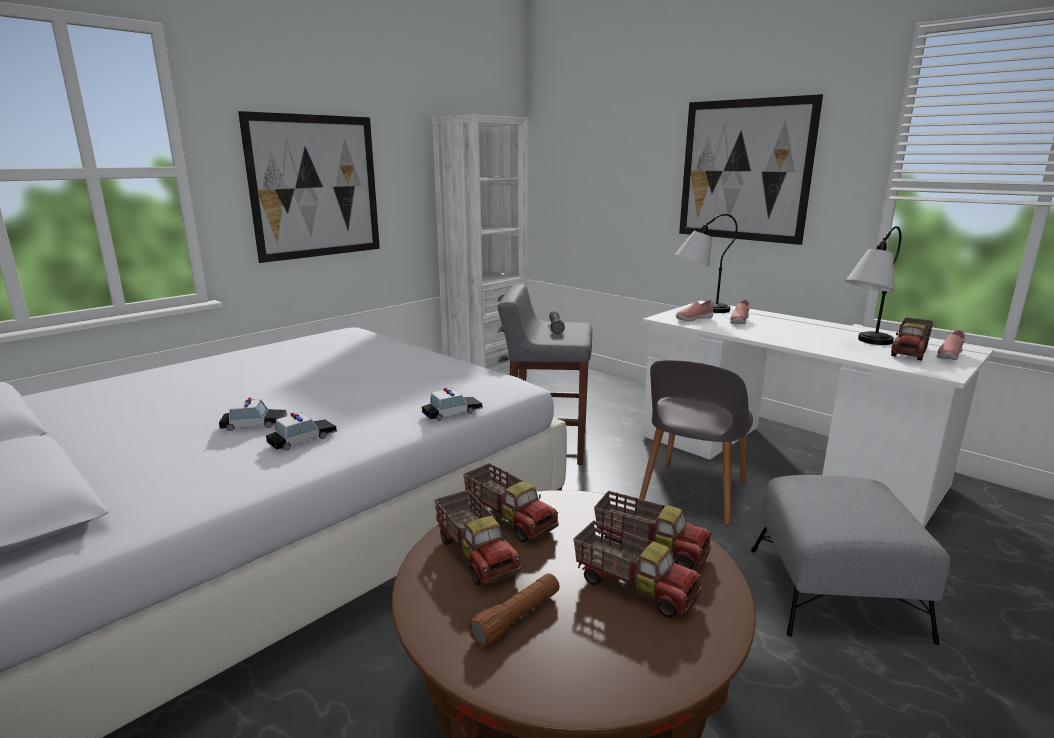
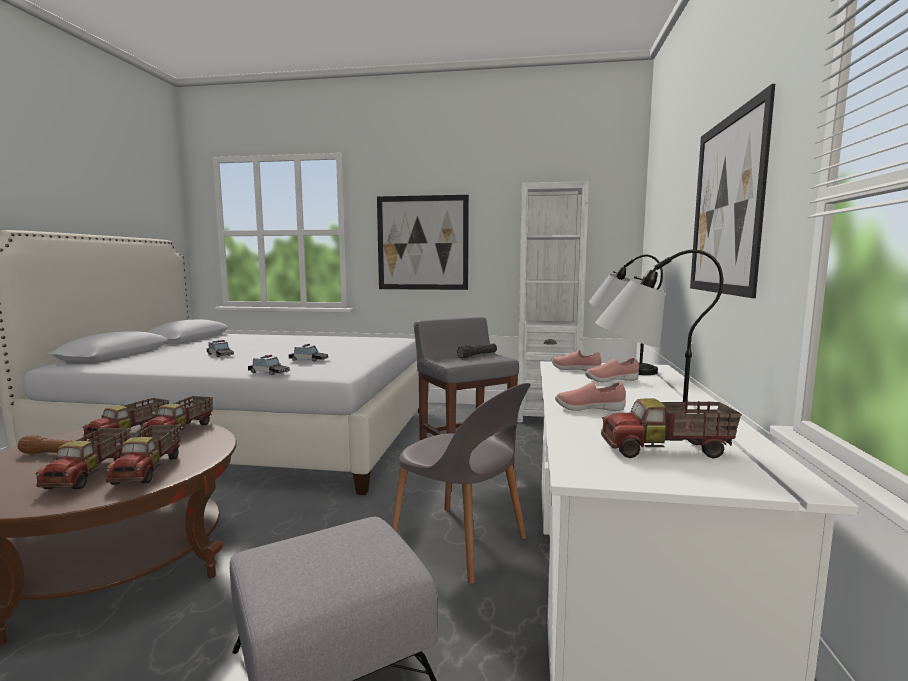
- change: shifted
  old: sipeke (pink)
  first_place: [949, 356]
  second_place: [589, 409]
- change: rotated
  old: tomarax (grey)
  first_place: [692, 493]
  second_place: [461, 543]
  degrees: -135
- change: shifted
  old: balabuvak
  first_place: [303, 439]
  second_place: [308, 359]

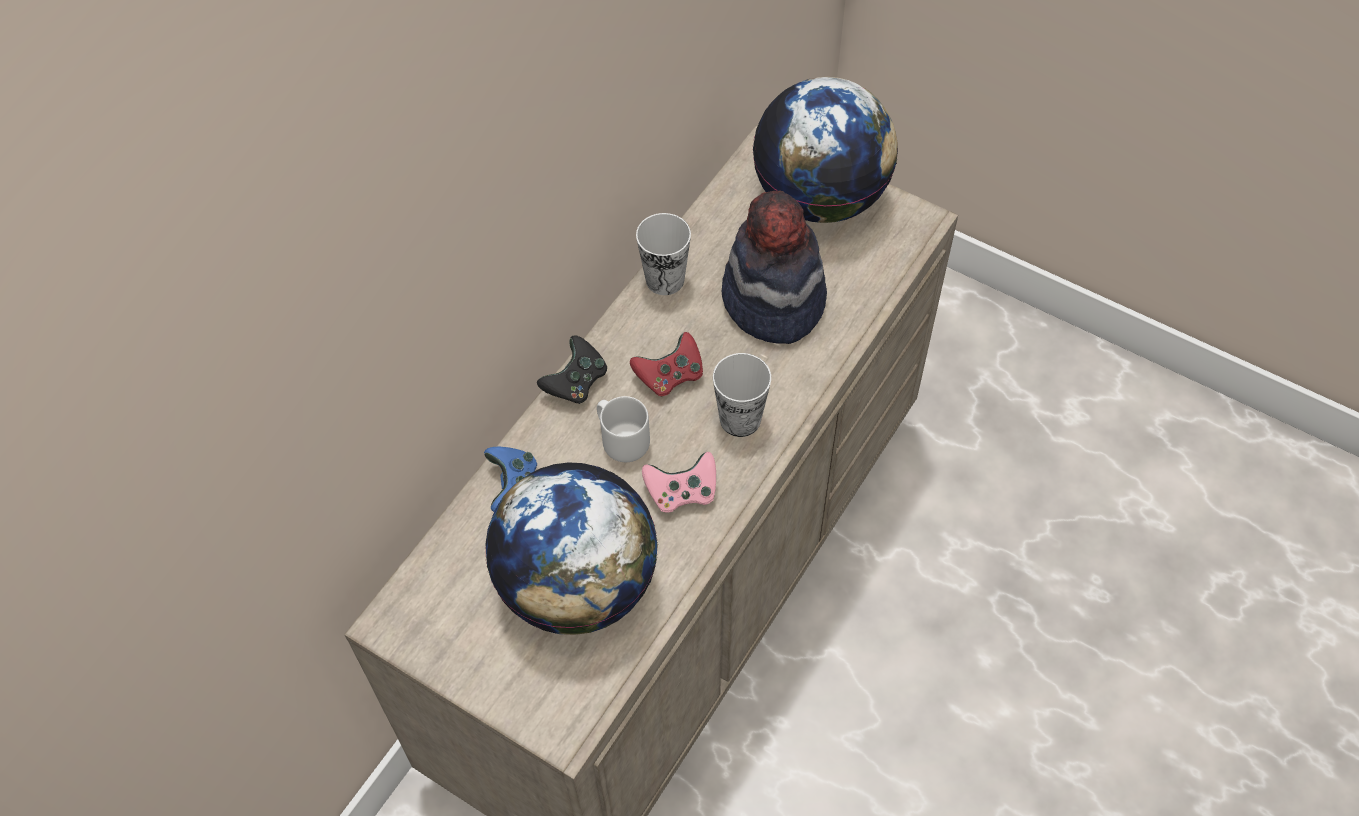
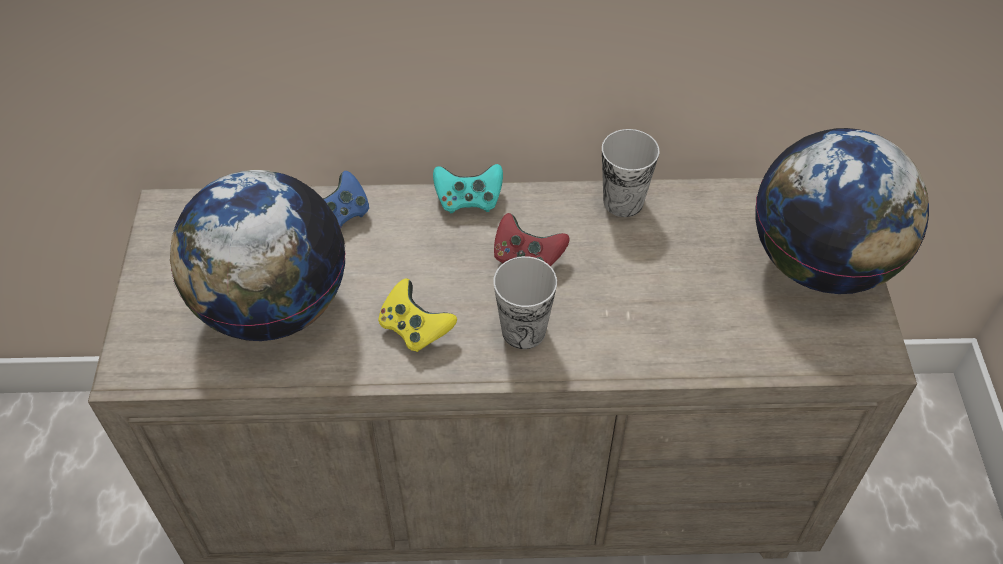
- change: gone
  old: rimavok
  first_place: [772, 301]
- change: repainted
  old: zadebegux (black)
  new: zadebegux (turquoise)
  first_place: [576, 383]
  second_place: [468, 200]
- change: gone
  old: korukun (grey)
  first_place: [621, 439]
- change: repainted
  old: zadebegux (pink)
  new: zadebegux (yellow)
  first_place: [682, 492]
  second_place: [415, 328]

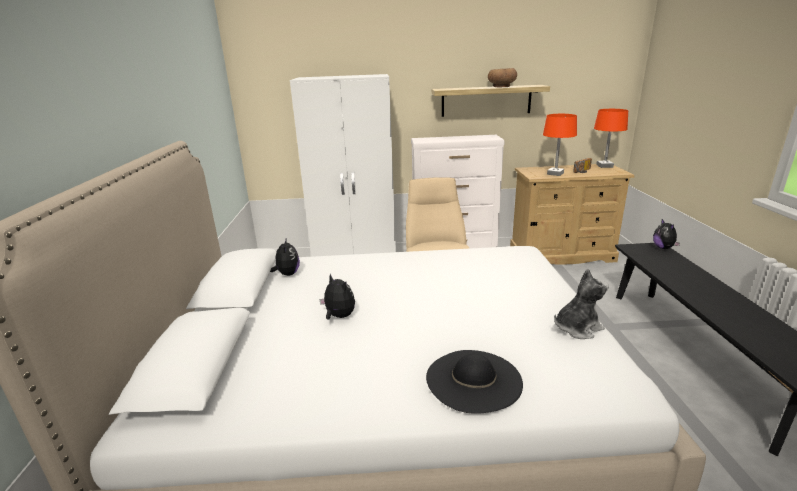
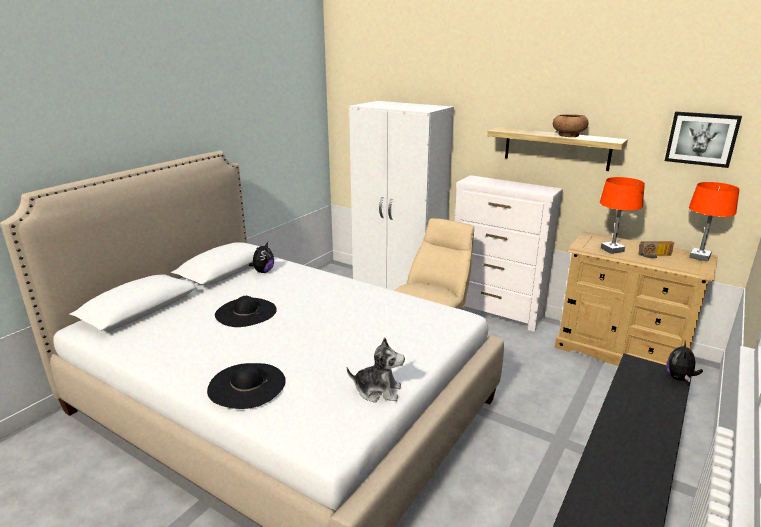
- change: swapped
  old: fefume
  new: rimavok (black)
  first_place: [339, 316]
  second_place: [245, 312]
- change: new
  new: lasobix
  second_place: [701, 139]

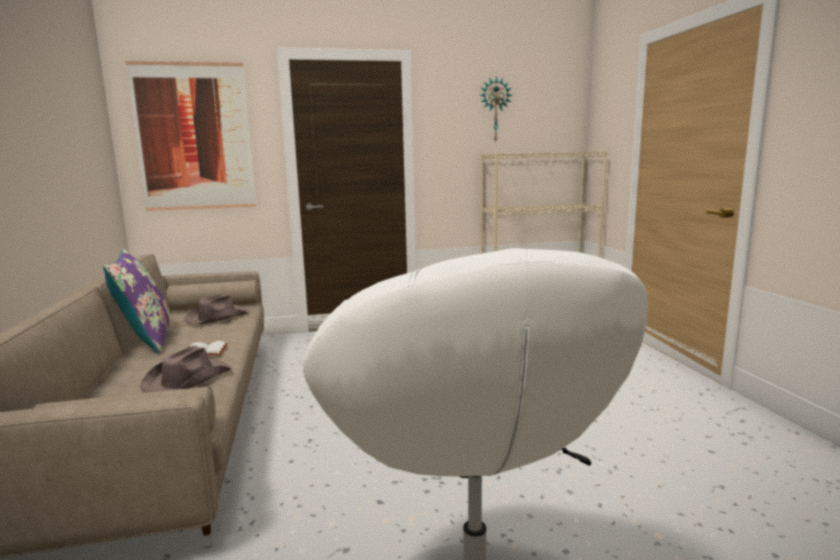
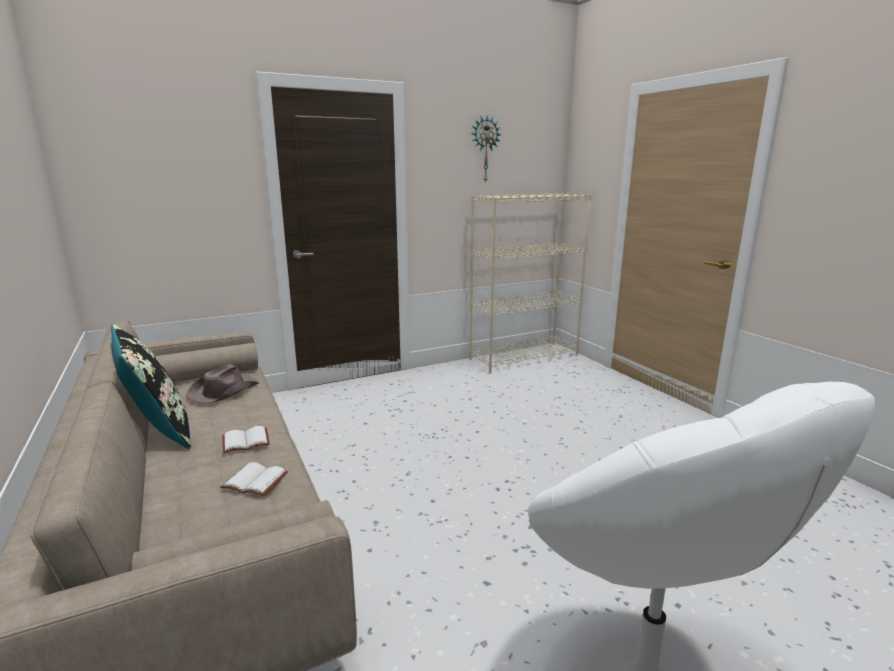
- change: gone
  old: lasobix
  first_place: [194, 137]
- change: repainted
  old: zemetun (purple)
  new: zemetun (black)
  first_place: [146, 341]
  second_place: [158, 431]
- change: swapped
  old: rimavok (brown)
  new: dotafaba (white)
  first_place: [187, 379]
  second_place: [253, 482]

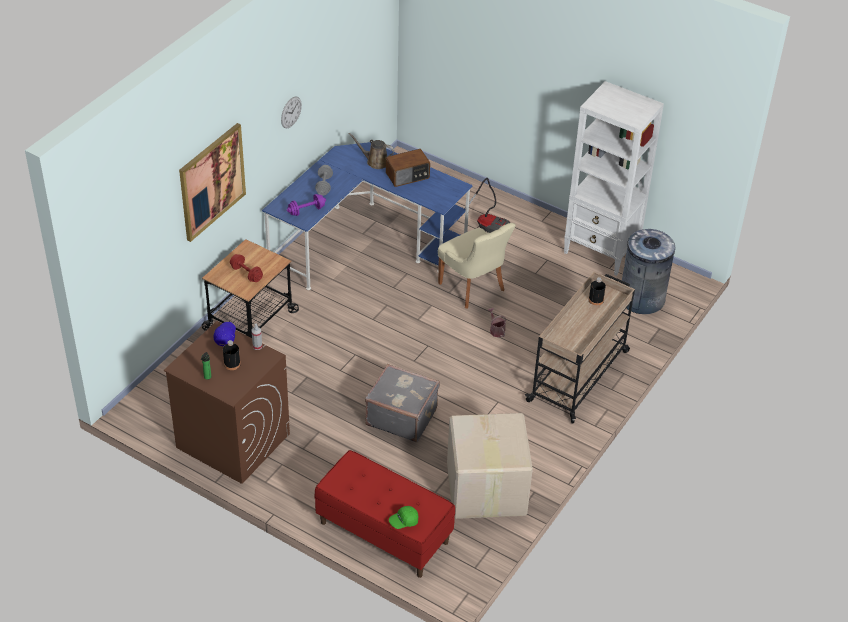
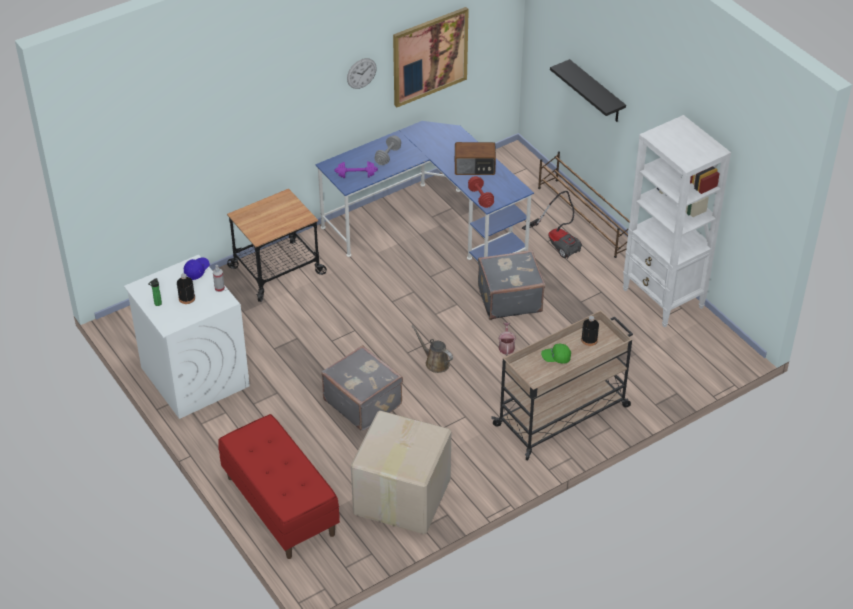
- change: shifted
  old: lasobix
  first_place: [212, 181]
  second_place: [429, 56]
- change: shifted
  old: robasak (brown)
  first_place: [375, 161]
  second_place: [435, 362]
- change: swapped
  old: tomarax (beige)
  new: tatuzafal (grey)
  first_place: [473, 288]
  second_place: [509, 299]
- change: gone
  old: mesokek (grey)
  first_place: [641, 299]
- change: shifted
  old: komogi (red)
  first_place: [246, 274]
  second_place: [480, 198]
- change: repainted
  old: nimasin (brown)
  new: nimasin (white)
  first_place: [232, 440]
  second_place: [194, 376]
- change: shifted
  old: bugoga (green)
  first_place: [403, 521]
  second_place: [556, 358]
- change: new
  new: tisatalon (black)
  second_place: [596, 92]
- change: new
  new: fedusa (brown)
  second_place: [585, 218]

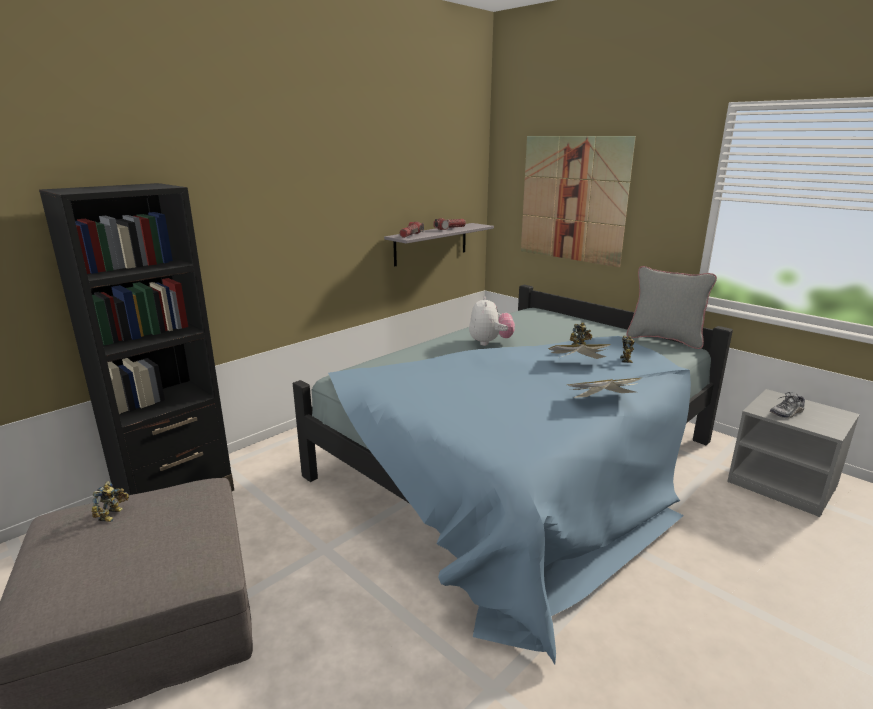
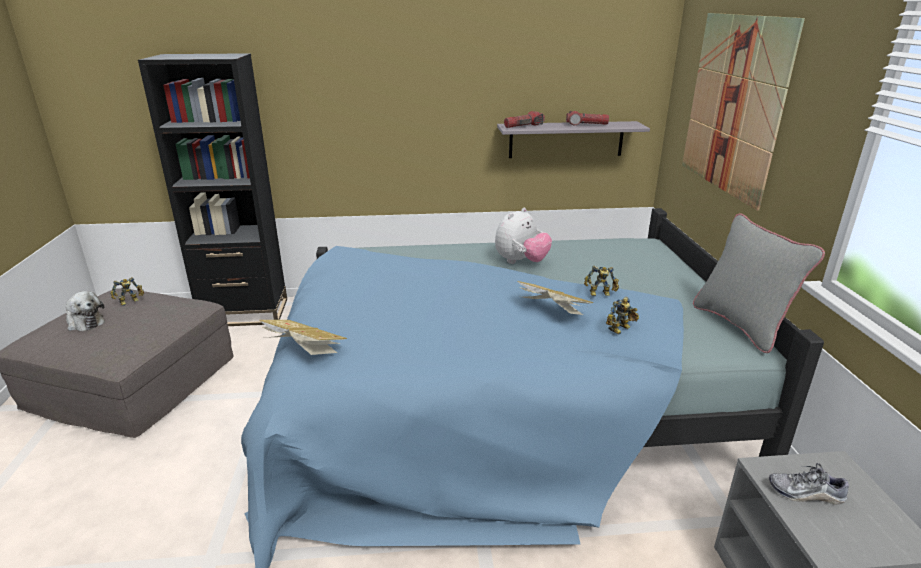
- change: shifted
  old: dotafaba
  first_place: [602, 400]
  second_place: [304, 350]
- change: new
  new: fefume
  second_place: [84, 322]

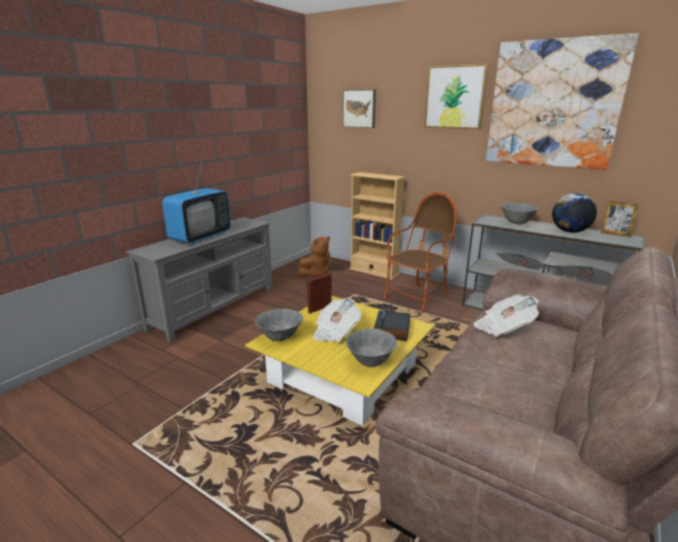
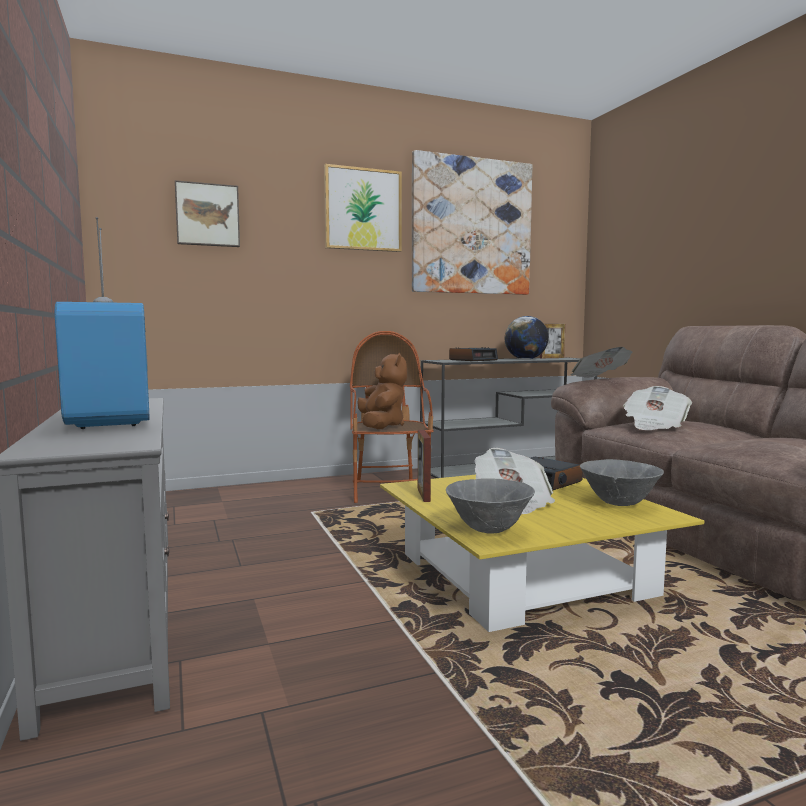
- change: gone
  old: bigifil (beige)
  first_place: [374, 271]
- change: swapped
  old: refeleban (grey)
  new: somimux
  first_place: [516, 223]
  second_place: [473, 360]
- change: shifted
  old: fefume (brown)
  first_place: [316, 274]
  second_place: [381, 426]
- change: gone
  old: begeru
  first_place: [581, 286]

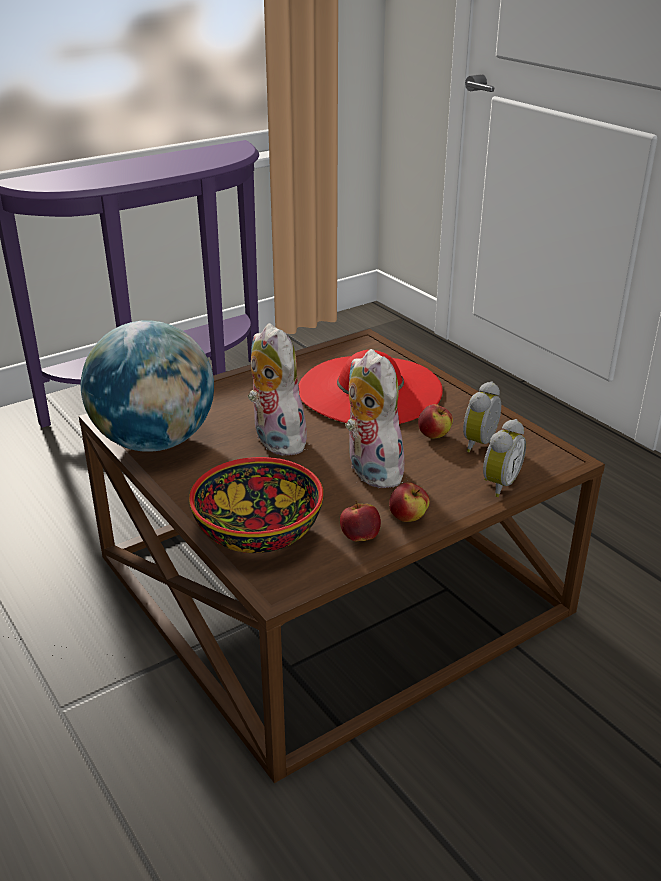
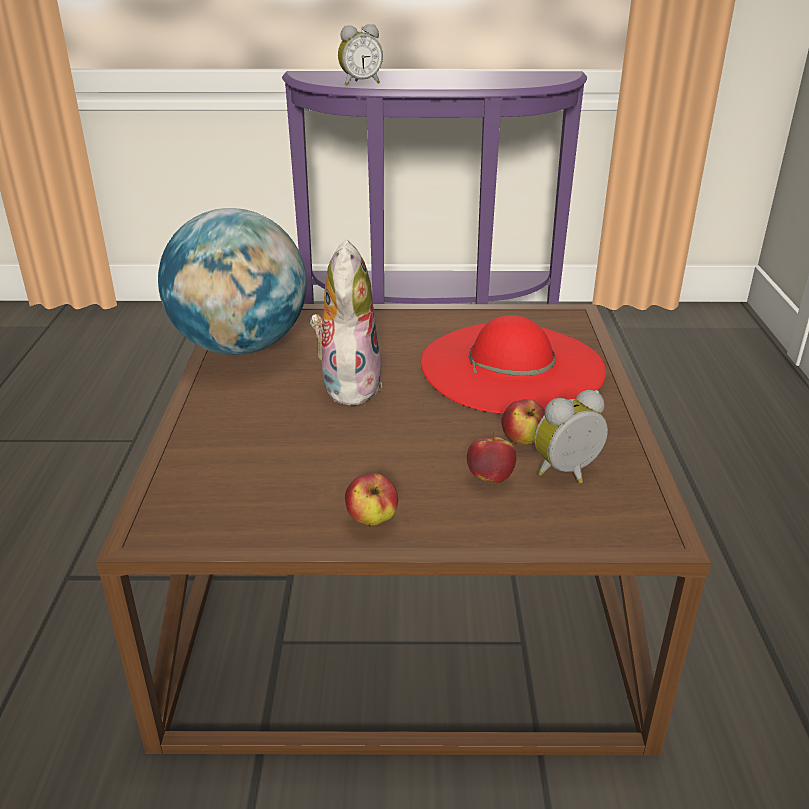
- change: gone
  old: fefume
  first_place: [370, 471]
- change: shifted
  old: somimux
  first_place: [498, 484]
  second_place: [360, 83]
- change: gone
  old: refeleban
  first_place: [258, 533]
- change: shifted
  old: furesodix
  first_place: [359, 537]
  second_place: [490, 478]

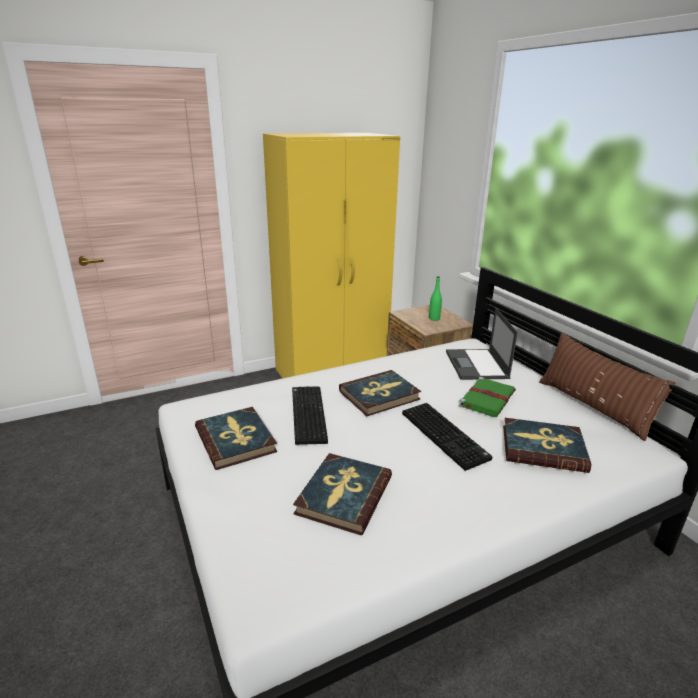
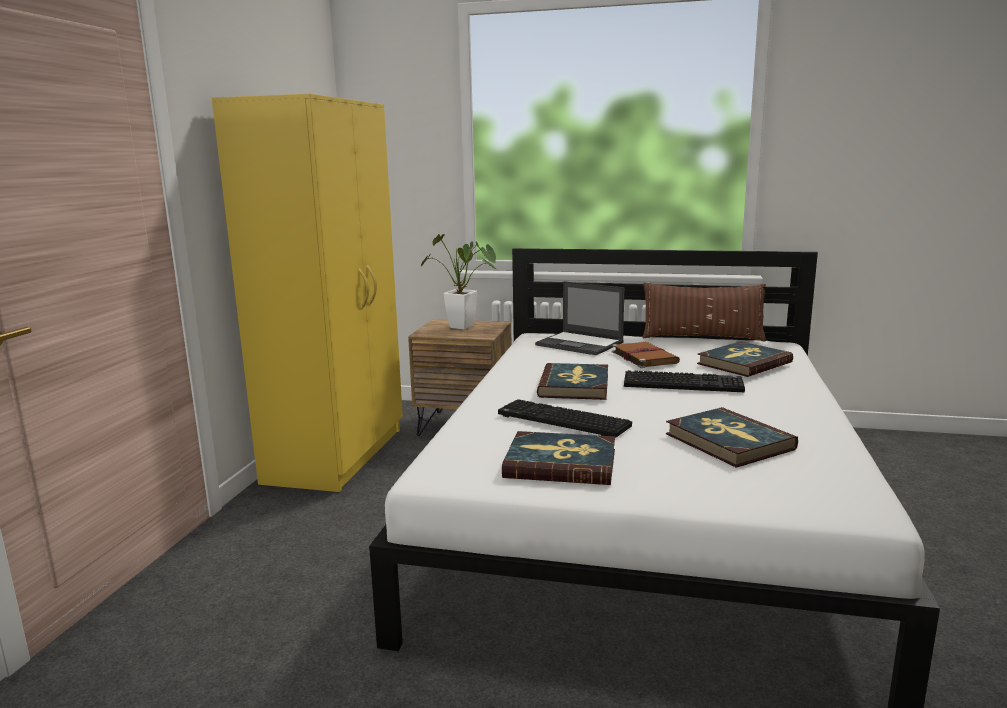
- change: swapped
  old: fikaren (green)
  new: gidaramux
  first_place: [434, 319]
  second_place: [466, 327]
- change: repainted
  old: dotafaba (green)
  new: dotafaba (brown)
  first_place: [487, 398]
  second_place: [643, 357]

